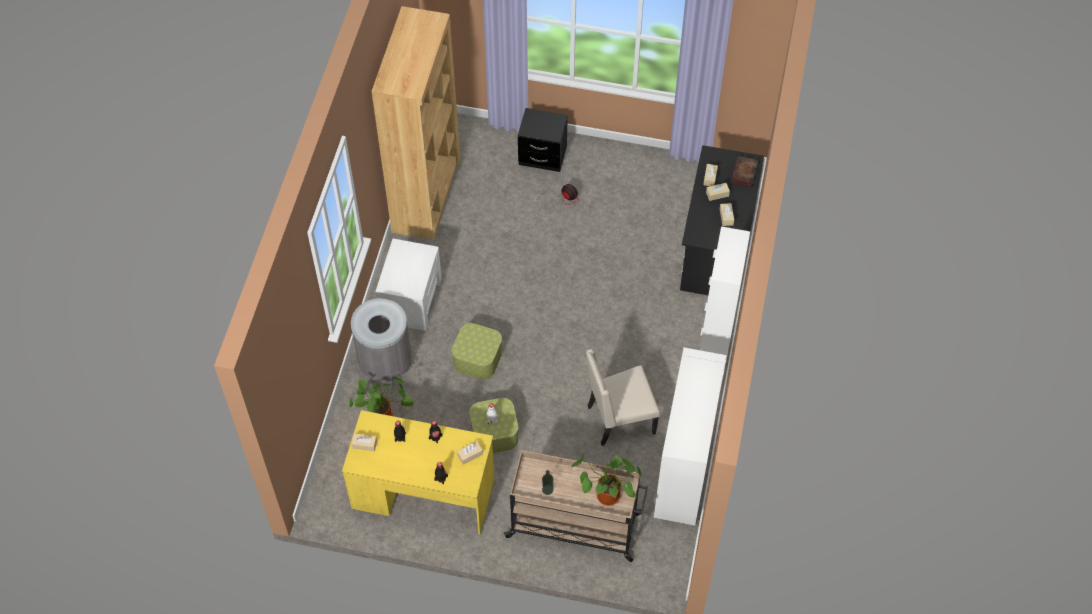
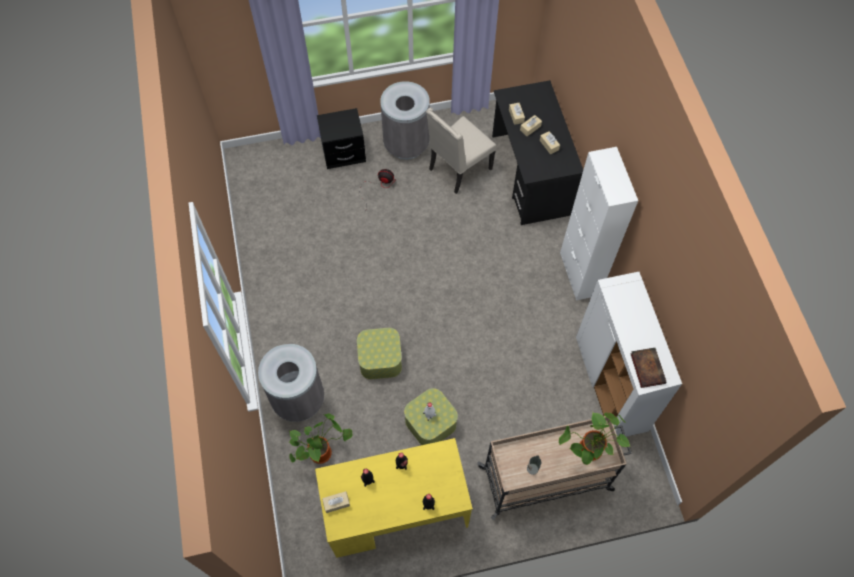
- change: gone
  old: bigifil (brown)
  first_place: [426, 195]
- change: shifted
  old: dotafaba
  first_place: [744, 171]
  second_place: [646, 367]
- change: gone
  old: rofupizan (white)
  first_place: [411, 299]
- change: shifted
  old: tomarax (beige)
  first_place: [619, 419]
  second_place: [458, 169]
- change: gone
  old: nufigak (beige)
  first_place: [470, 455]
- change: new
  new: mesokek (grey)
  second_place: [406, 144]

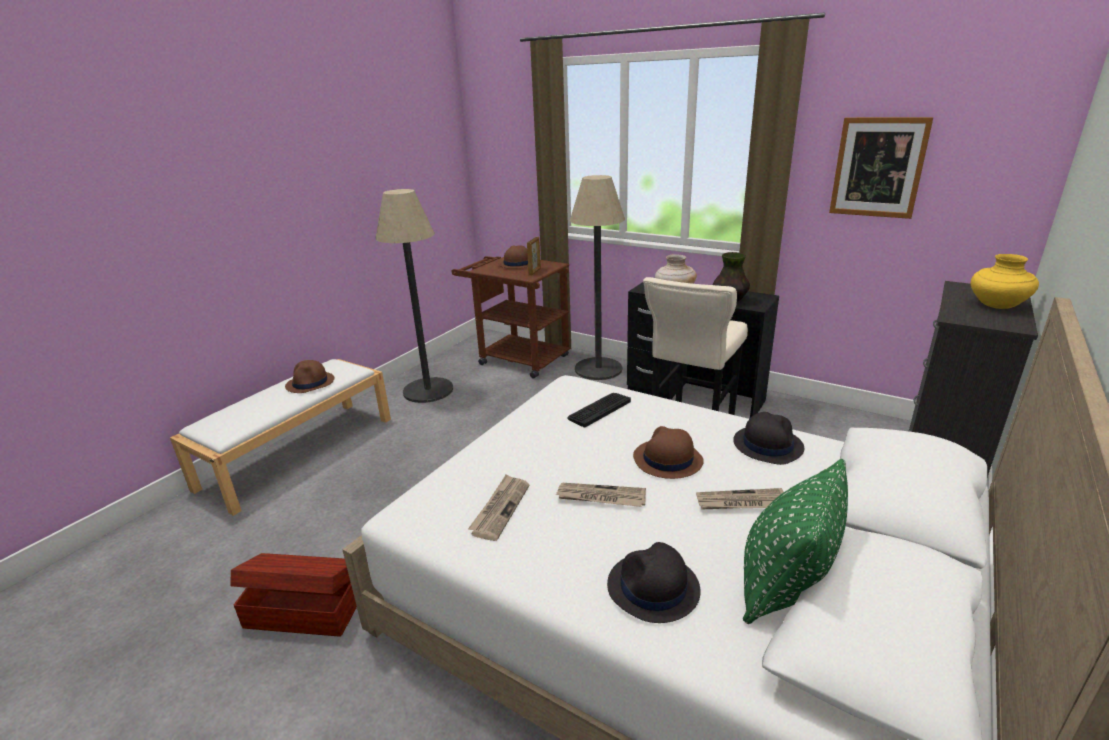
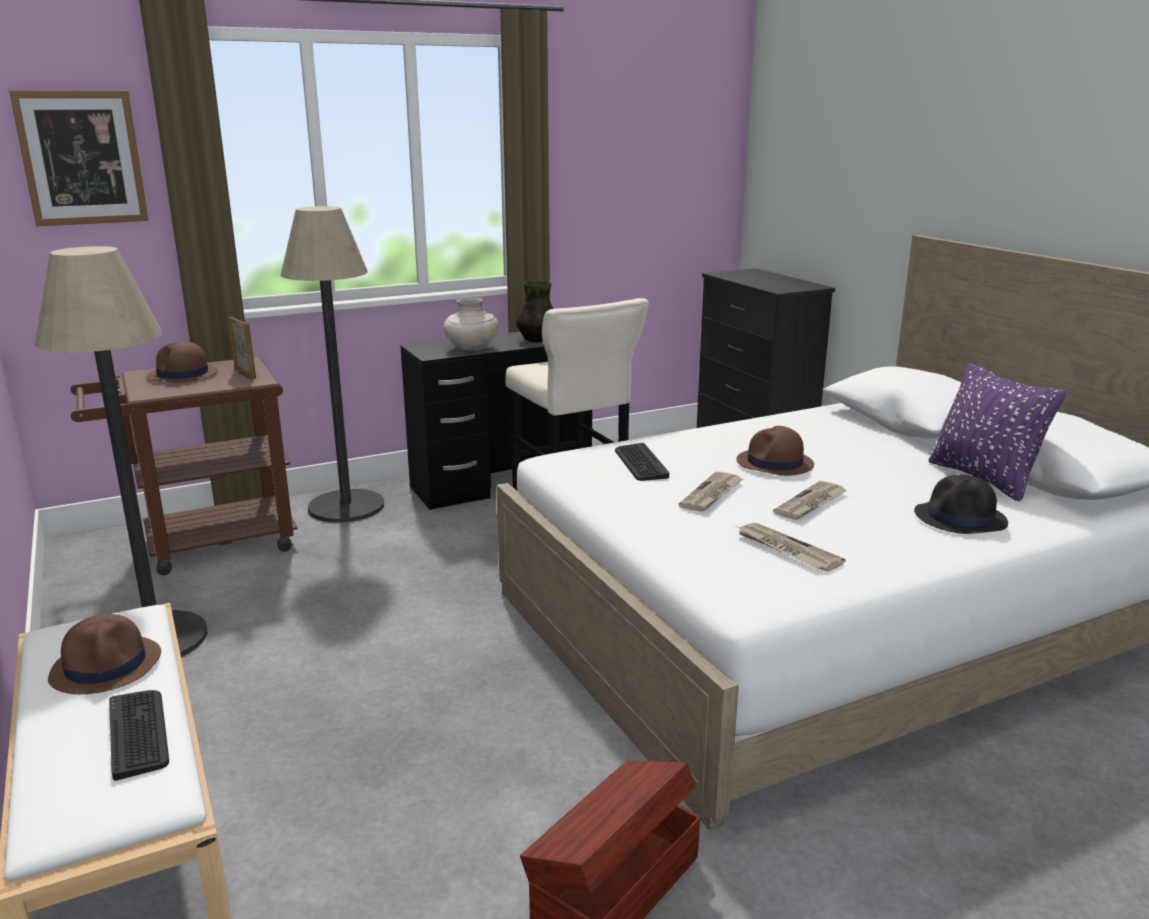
- change: shifted
  old: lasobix
  first_place: [878, 167]
  second_place: [82, 158]
- change: gone
  old: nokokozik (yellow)
  first_place: [996, 305]
- change: gone
  old: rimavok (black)
  first_place: [767, 445]
- change: repainted
  old: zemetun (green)
  new: zemetun (purple)
  first_place: [784, 585]
  second_place: [983, 479]
- change: shifted
  old: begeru
  first_place: [741, 503]
  second_place: [712, 494]
- change: new
  new: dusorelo
  second_place: [138, 733]

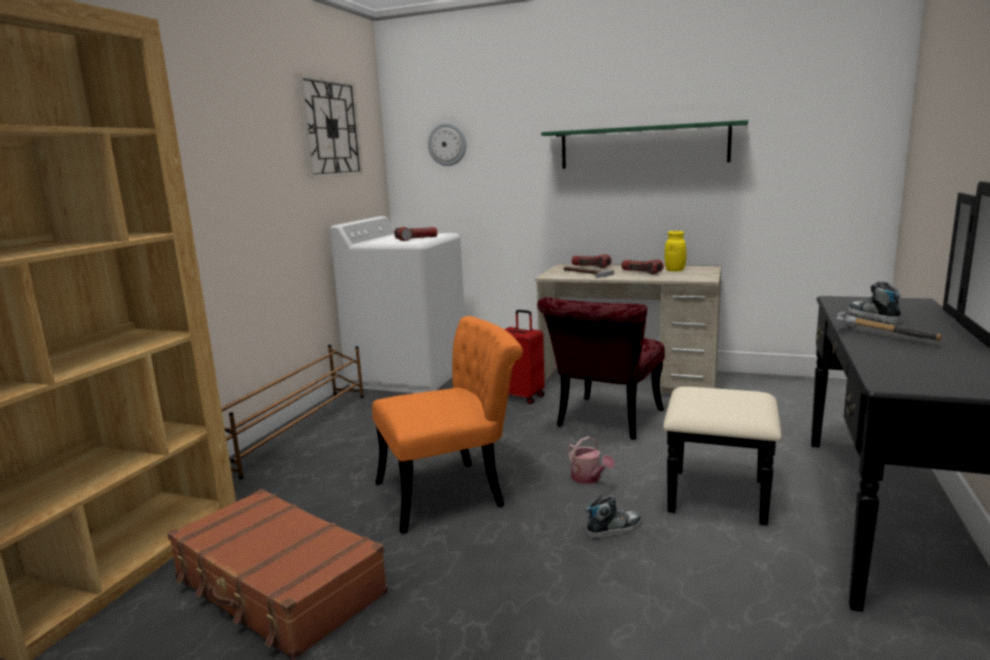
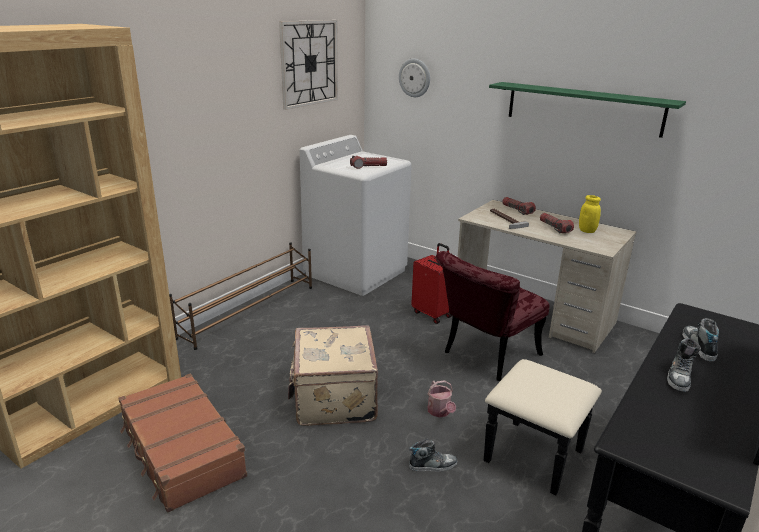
- change: swapped
  old: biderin
  new: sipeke
  first_place: [882, 335]
  second_place: [680, 376]
- change: swapped
  old: tomarax (orange)
  new: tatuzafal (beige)
  first_place: [453, 491]
  second_place: [333, 398]

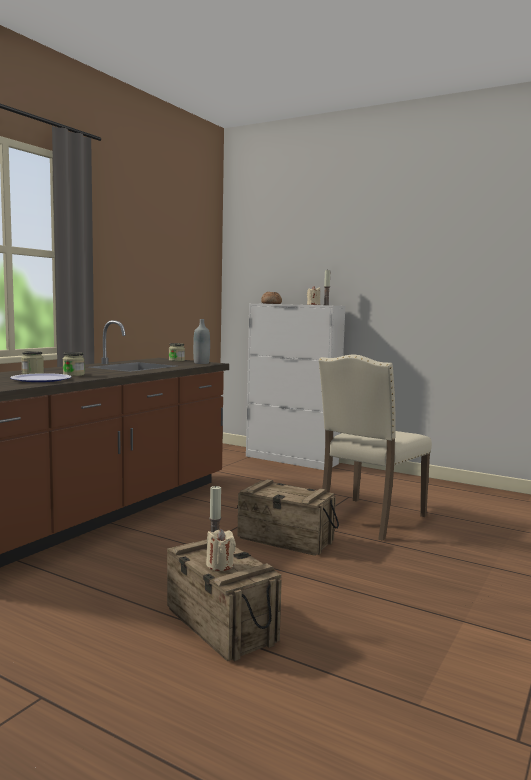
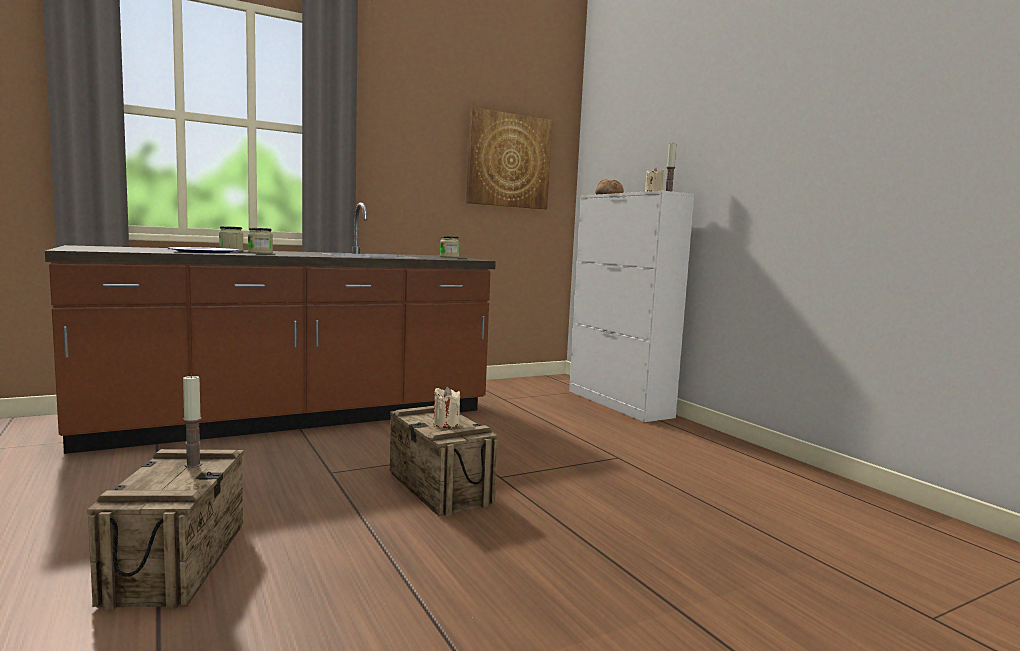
- change: gone
  old: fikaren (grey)
  first_place: [201, 363]
- change: gone
  old: tomarax (beige)
  first_place: [369, 519]
- change: shifted
  old: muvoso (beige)
  first_place: [220, 565]
  second_place: [446, 424]
- change: new
  new: lasobix
  second_place: [508, 161]

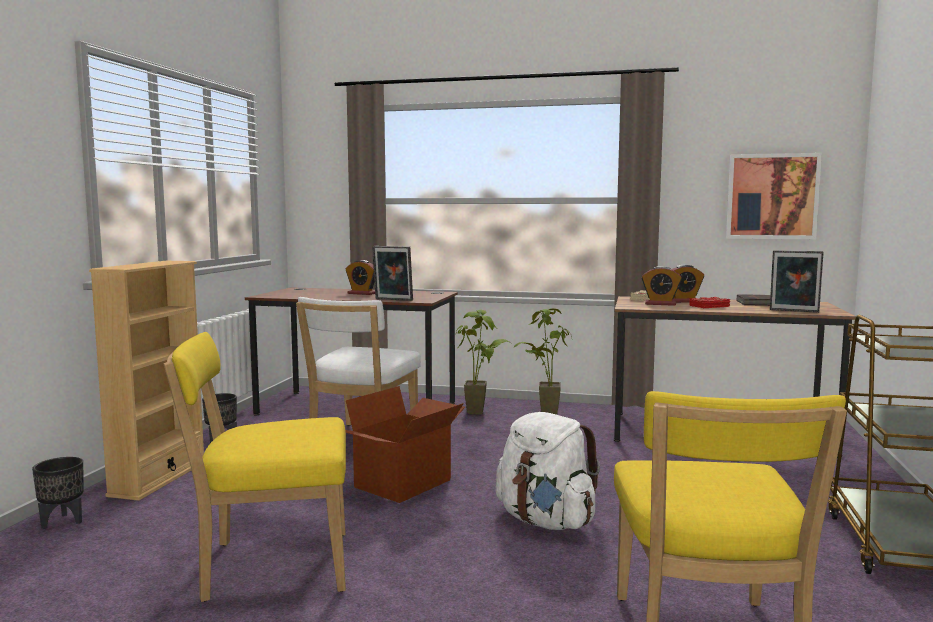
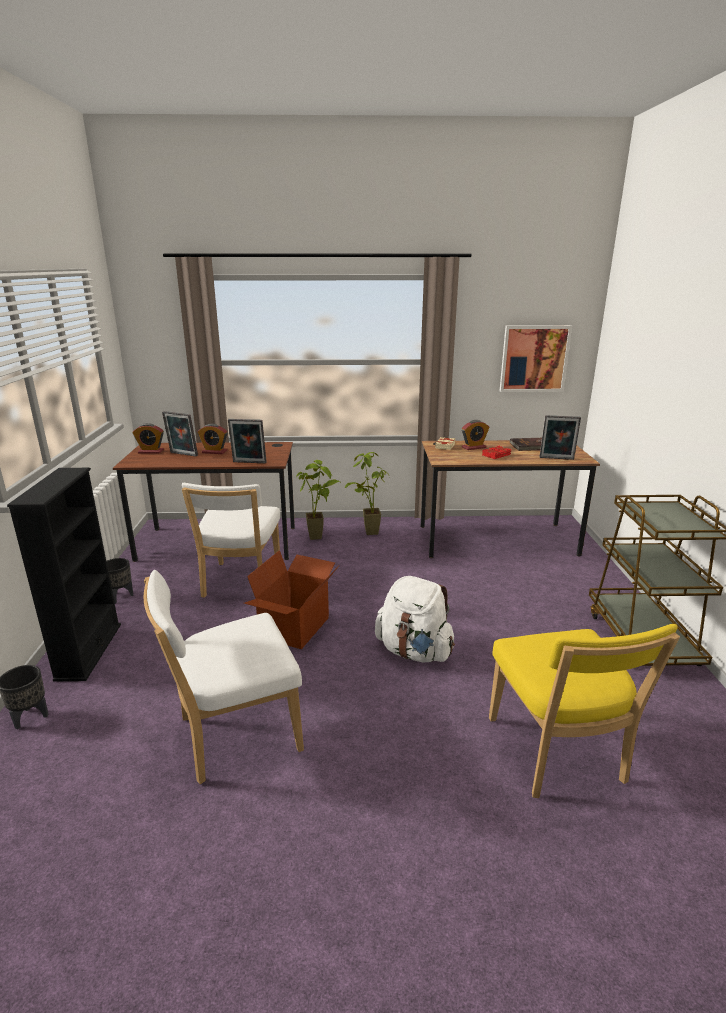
- change: repainted
  old: bigifil (beige)
  new: bigifil (black)
  first_place: [159, 478]
  second_place: [89, 651]
- change: shifted
  old: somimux
  first_place: [660, 304]
  second_place: [151, 451]
- change: repainted
  old: tomarax (yellow)
  new: tomarax (white)
  first_place: [269, 566]
  second_place: [234, 735]
- change: new
  new: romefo
  second_place: [182, 454]

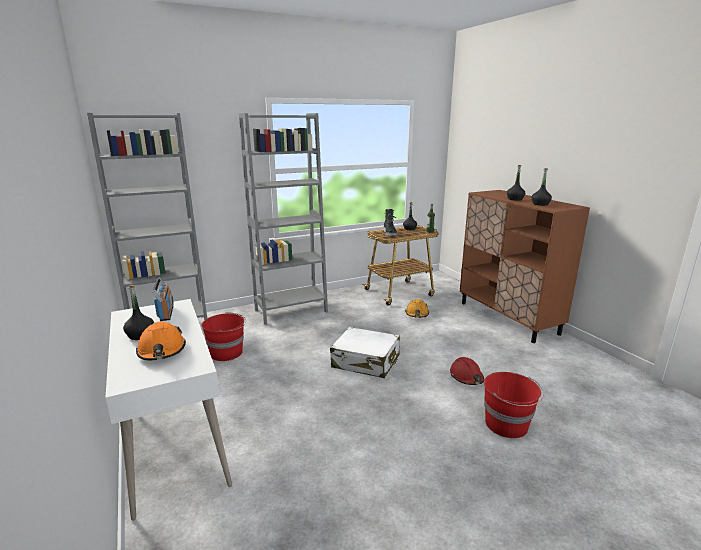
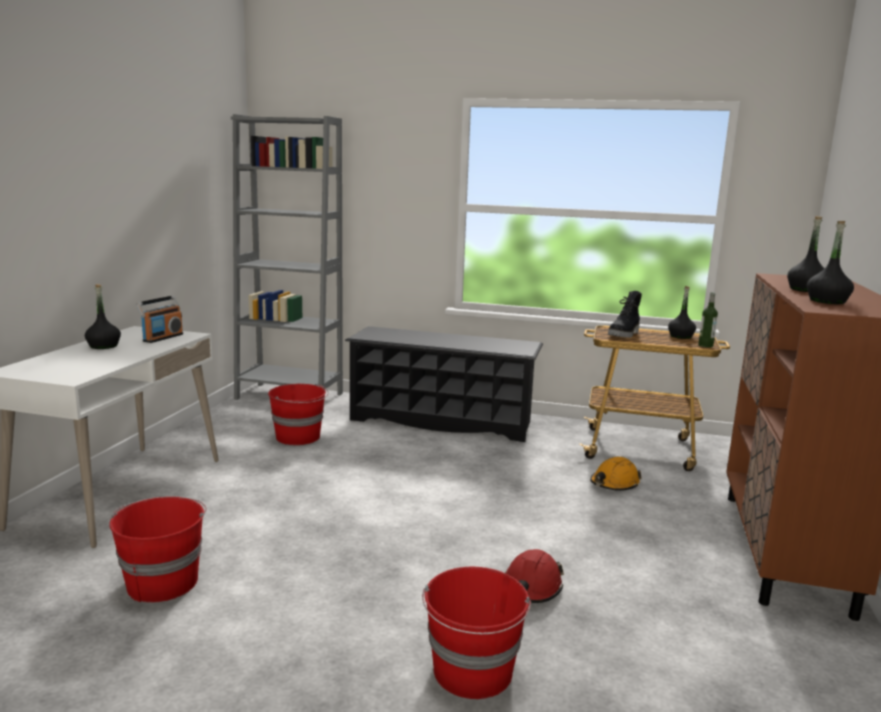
- change: swapped
  old: bigifil (grey)
  new: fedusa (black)
  first_place: [291, 311]
  second_place: [442, 421]
- change: gone
  old: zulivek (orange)
  first_place: [162, 350]
- change: gone
  old: tatuzafal (white)
  first_place: [366, 362]
- change: new
  new: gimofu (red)
  second_place: [163, 581]

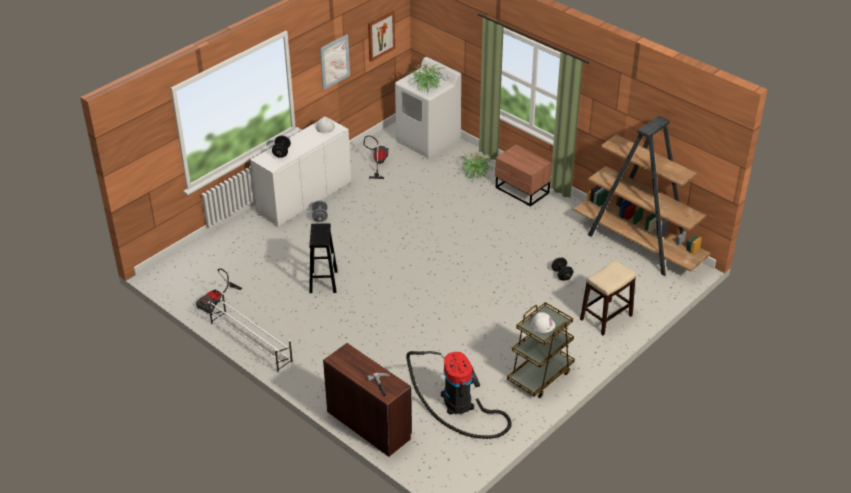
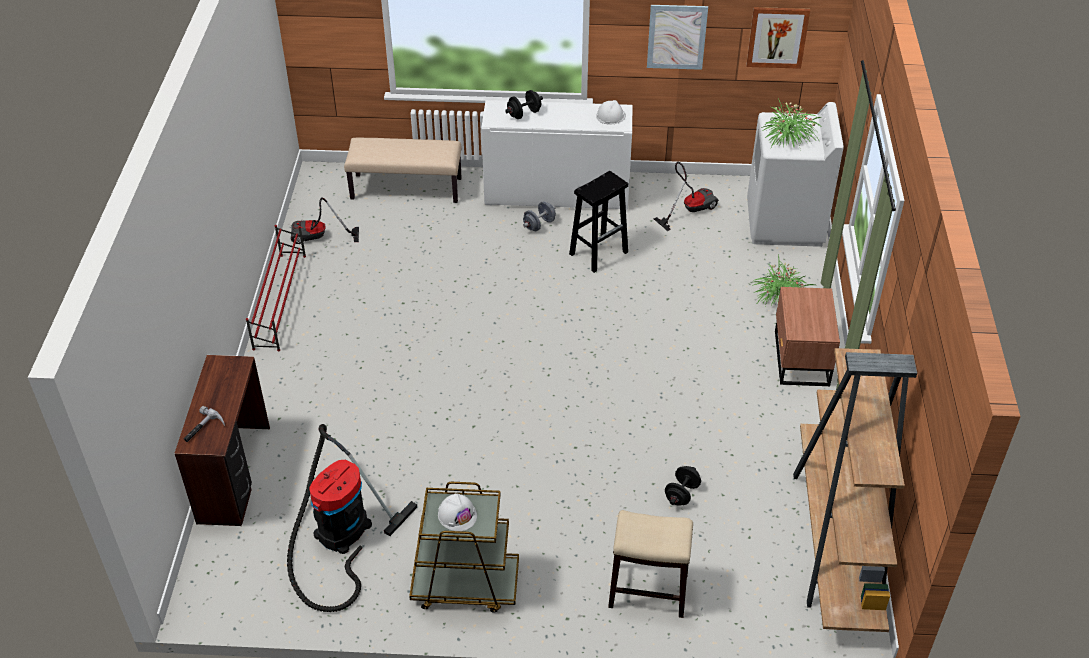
- change: shifted
  old: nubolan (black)
  first_place: [323, 281]
  second_place: [599, 252]
- change: repainted
  old: fedusa (white)
  new: fedusa (red)
  first_place: [251, 342]
  second_place: [280, 301]
- change: new
  new: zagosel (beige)
  second_place: [406, 188]

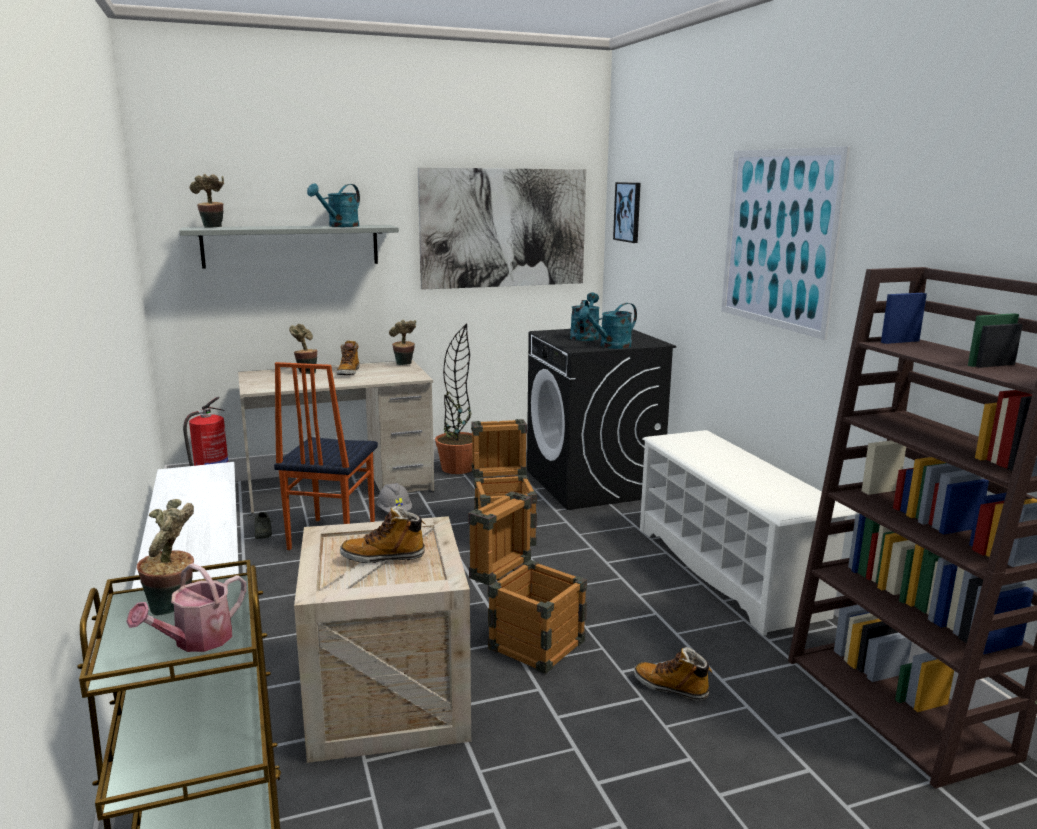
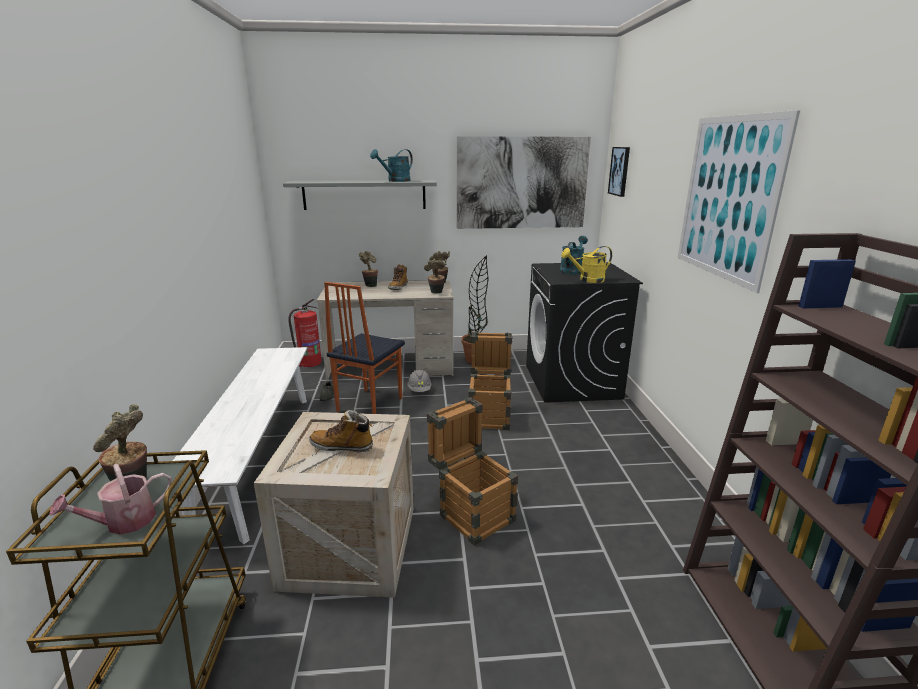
- change: shifted
  old: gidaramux
  first_place: [212, 228]
  second_place: [436, 293]
- change: repainted
  old: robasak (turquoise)
  new: robasak (yellow)
  first_place: [610, 346]
  second_place: [587, 280]
- change: gone
  old: fedusa (white)
  first_place: [727, 570]
- change: gone
  old: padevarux
  first_place: [671, 688]

